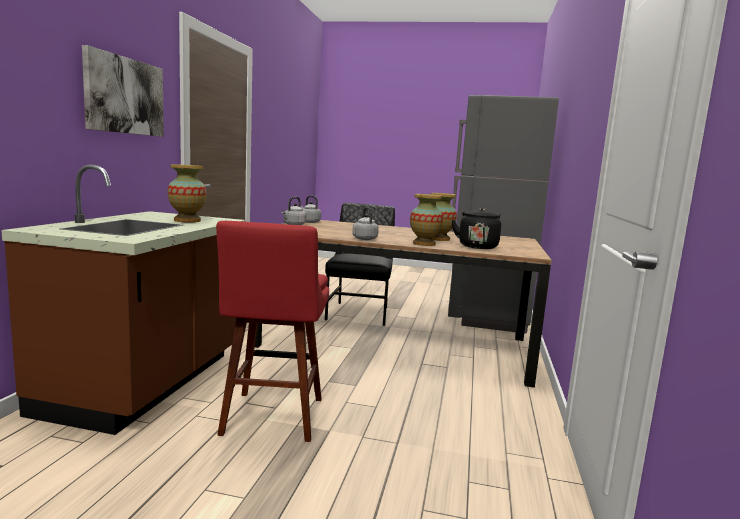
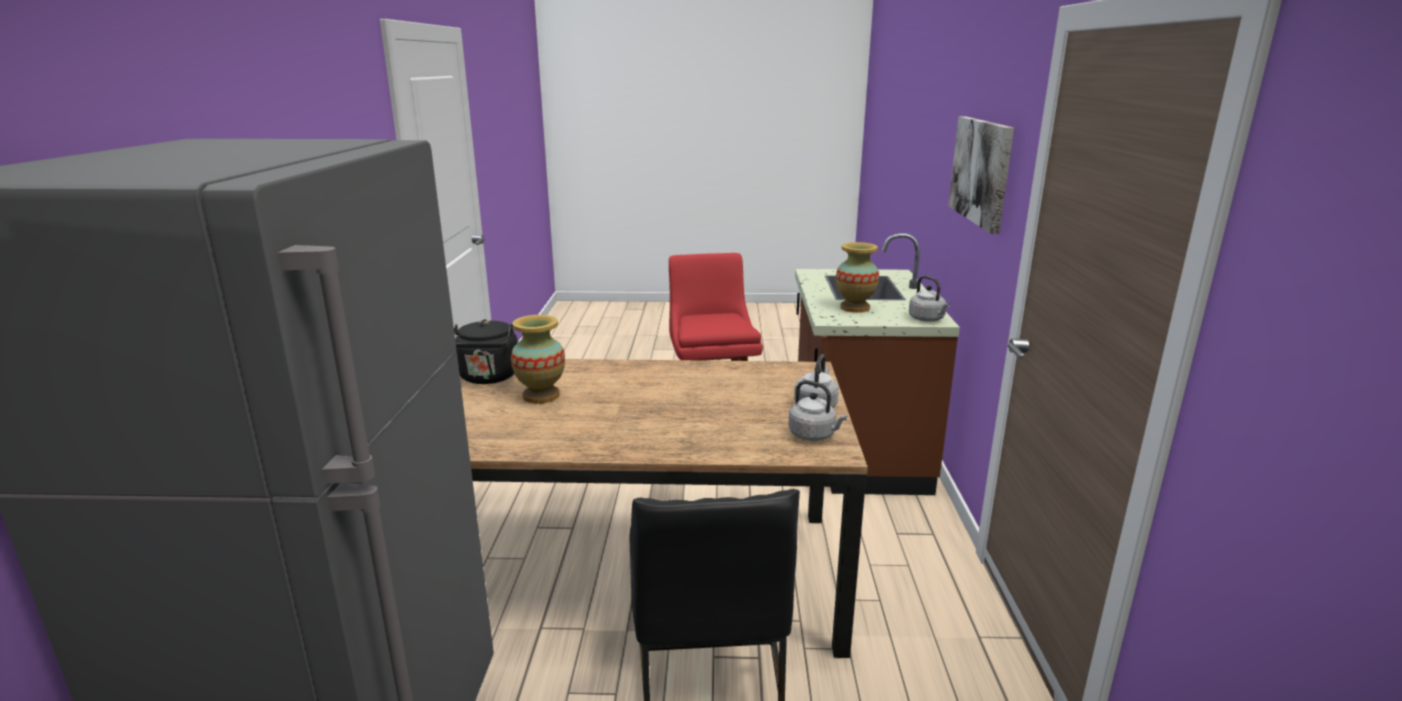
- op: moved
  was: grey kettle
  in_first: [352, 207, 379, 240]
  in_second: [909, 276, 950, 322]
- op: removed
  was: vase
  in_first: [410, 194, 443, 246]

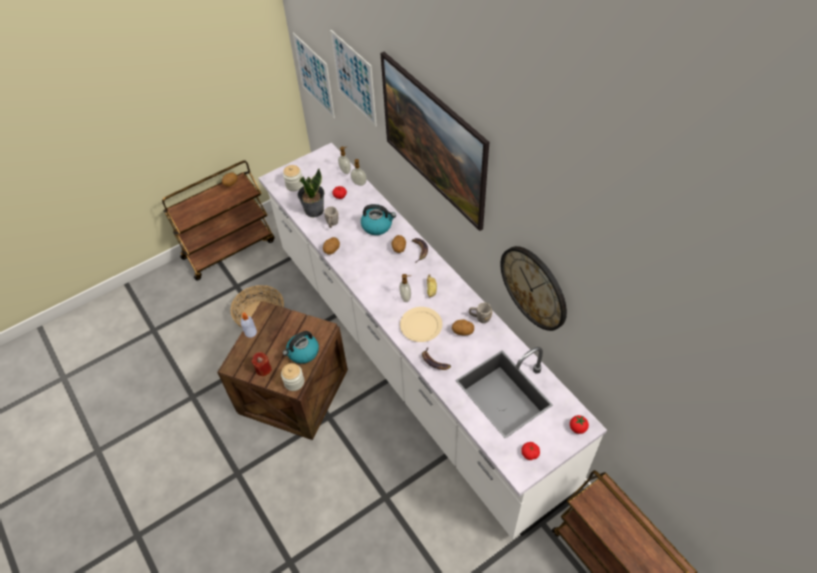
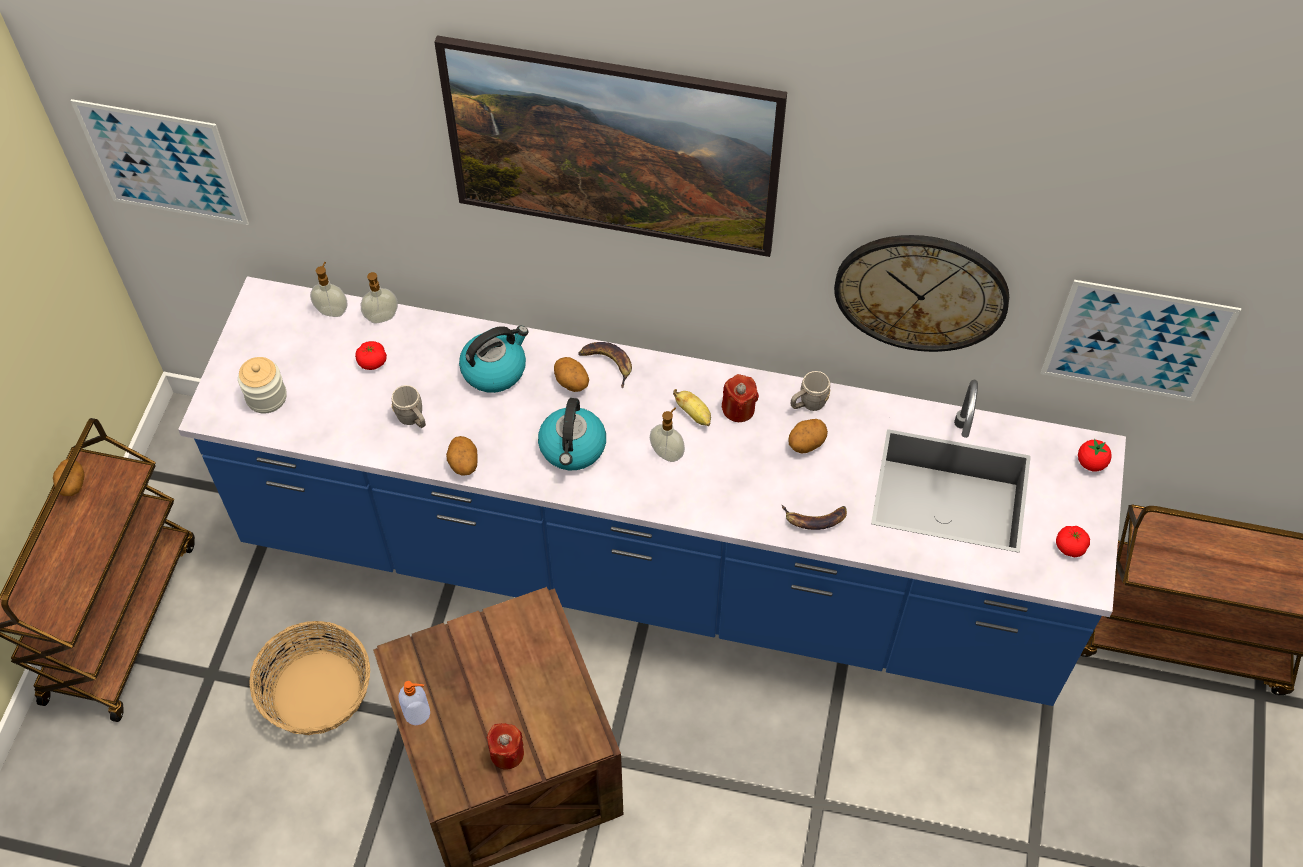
- op: recoloured
  was: white counter
  now: blue counter
  in_first: [258, 143, 607, 539]
  in_second: [178, 276, 1126, 706]
- op: moved
  was: kettle
  in_first: [283, 331, 319, 364]
  in_second: [538, 398, 606, 470]
- op: added
  now: red candle
  in_second: [722, 374, 759, 422]
- op: moved
  was: picture
  in_first: [330, 30, 377, 126]
  in_second: [1041, 280, 1241, 401]
- op: removed
  was: jar
  in_first: [281, 363, 304, 391]
- op: removed
  was: potted plant
  in_first: [297, 168, 324, 217]
- op: removed
  was: beige plate
  in_first: [400, 307, 442, 342]

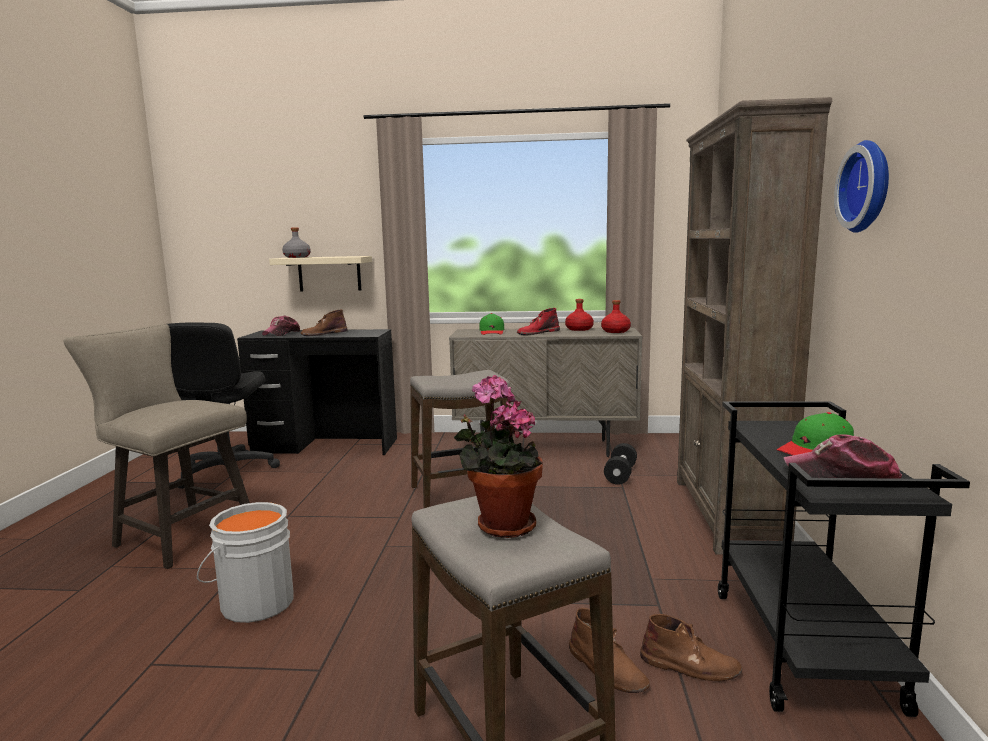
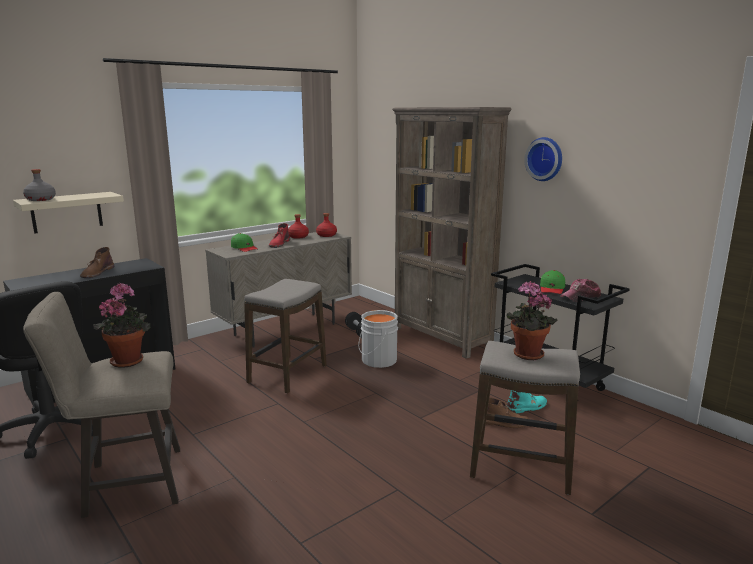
- op: added
  now: potted plant
  in_second: [93, 283, 150, 368]
- op: moved
  was: grey bucket
  in_first: [197, 502, 294, 623]
  in_second: [358, 310, 398, 368]
- op: recoloured
  was: brown boot
  now: turquoise boot
  in_first: [640, 614, 742, 681]
  in_second: [507, 390, 547, 413]
- op: removed
  was: cap
  in_first: [262, 315, 300, 336]

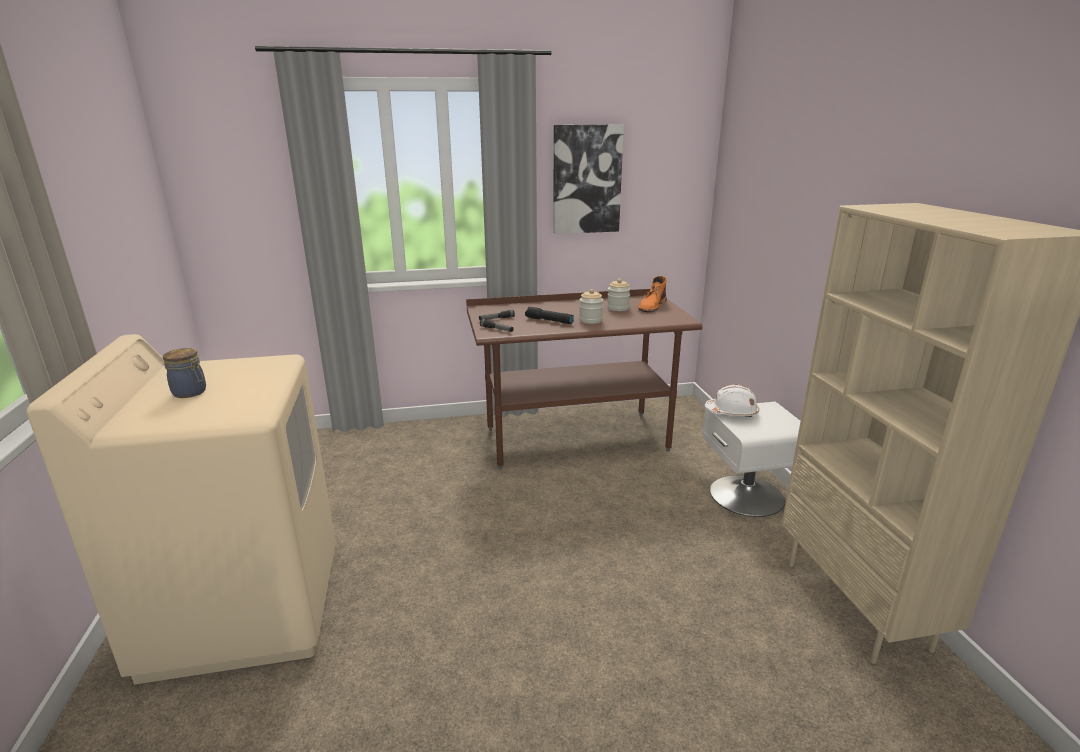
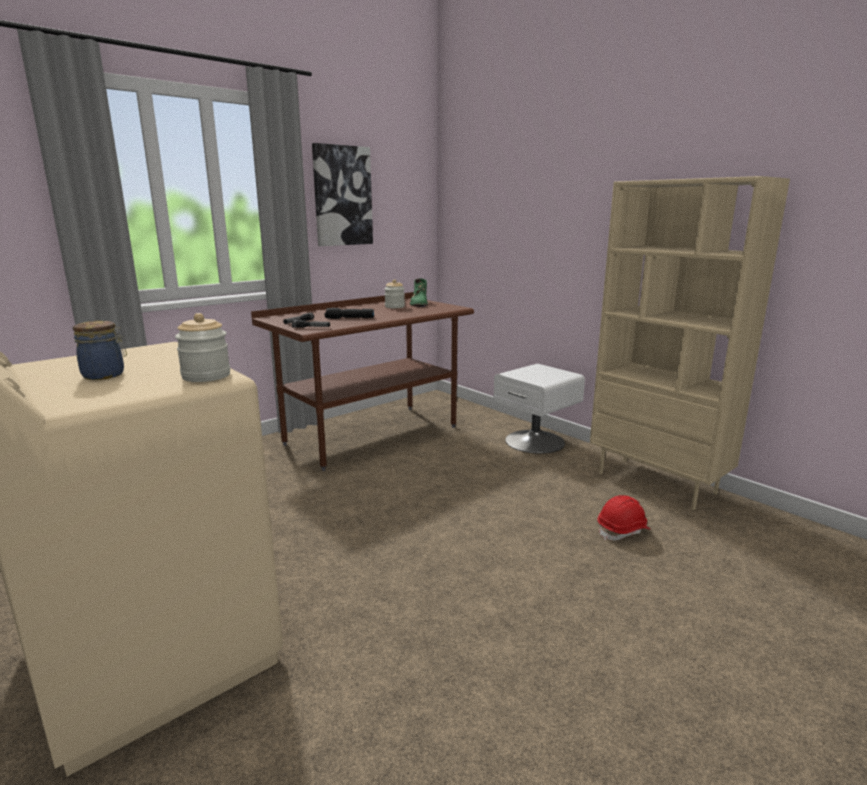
- op: moved
  was: jar
  in_first: [579, 289, 603, 324]
  in_second: [175, 313, 230, 382]
- op: recoloured
  was: orange boot
  now: green boot
  in_first: [638, 276, 667, 312]
  in_second: [410, 278, 428, 307]
- op: added
  now: red hard hat
  in_second: [598, 495, 650, 541]
- op: removed
  was: white hard hat
  in_first: [705, 384, 759, 417]

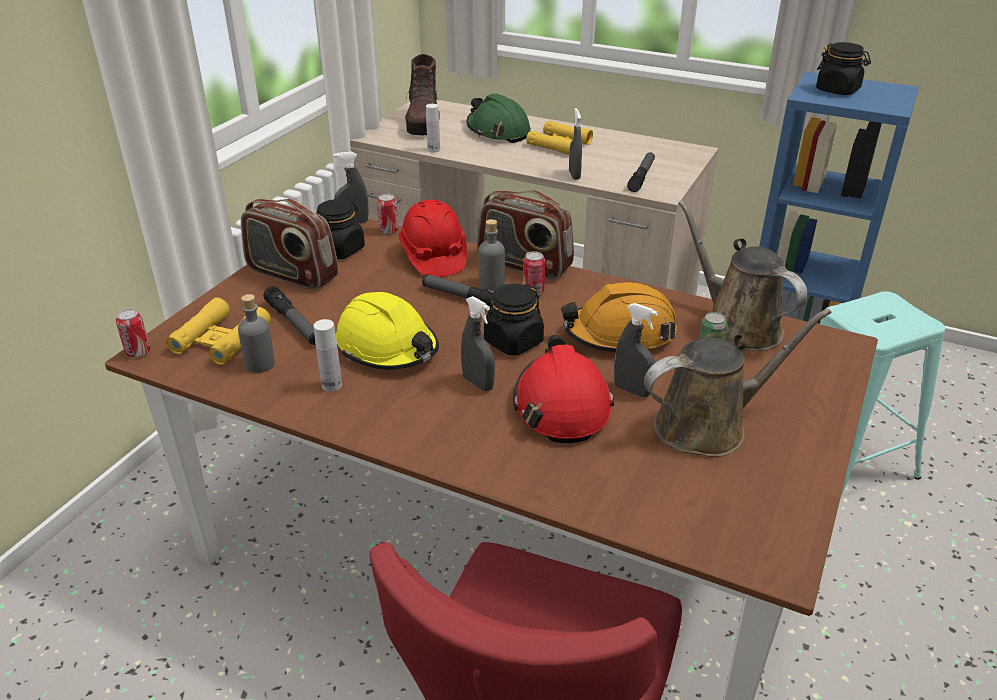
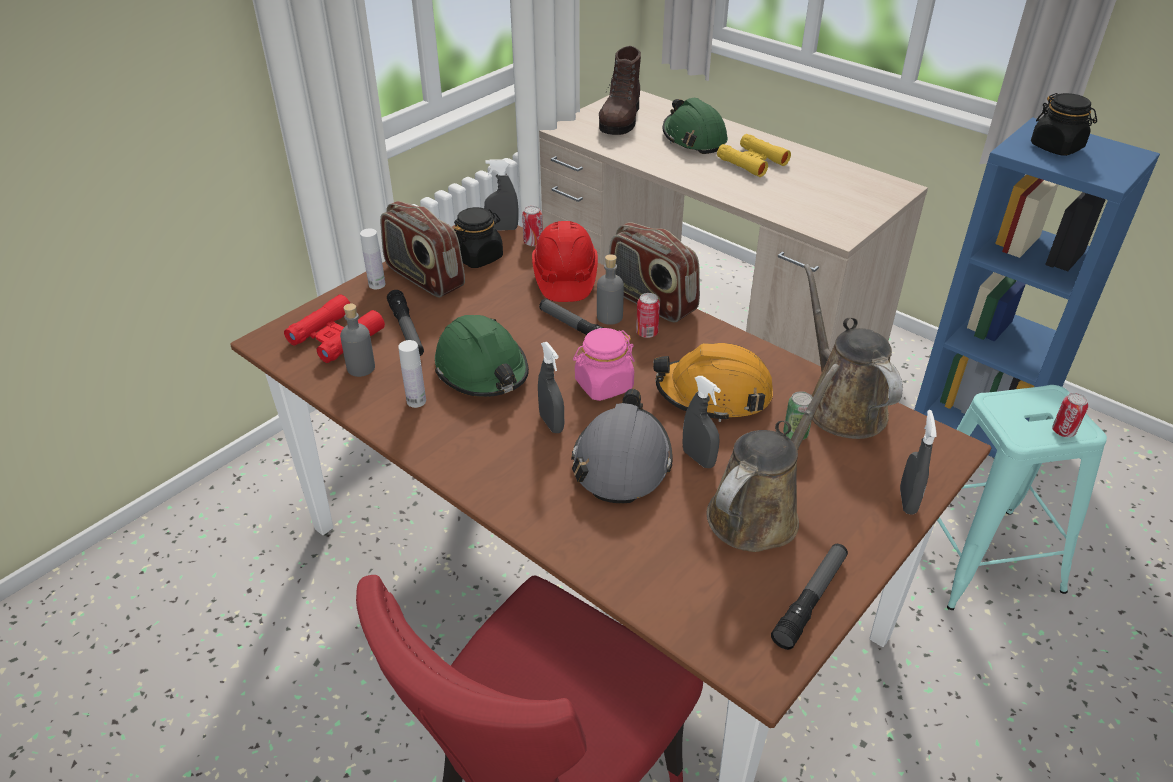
- op: recoloured
  was: yellow binoculars
  now: red binoculars
  in_first: [166, 297, 271, 365]
  in_second: [284, 294, 385, 363]
- op: moved
  was: white bottle
  in_first: [426, 104, 440, 153]
  in_second: [360, 229, 386, 289]
- op: recoloured
  was: yellow hard hat
  now: green hard hat
  in_first: [336, 292, 439, 370]
  in_second: [435, 315, 529, 397]
- op: recoloured
  was: red hard hat
  now: grey hard hat
  in_first: [513, 334, 614, 443]
  in_second: [571, 389, 673, 504]
- op: recoloured
  was: black jar
  now: pink jar
  in_first: [484, 284, 544, 356]
  in_second: [573, 328, 635, 401]
- op: turned
  was: brown watering can
  in_first: [644, 309, 832, 457]
  in_second: [707, 364, 840, 552]
  clockwise: -45
- op: moved
  was: flashlight
  in_first: [627, 152, 655, 192]
  in_second: [771, 544, 848, 650]
- op: moved
  was: grey spray bottle
  in_first: [569, 108, 582, 180]
  in_second: [900, 410, 937, 515]
- op: moved
  was: can
  in_first: [116, 309, 150, 358]
  in_second: [1052, 393, 1088, 437]

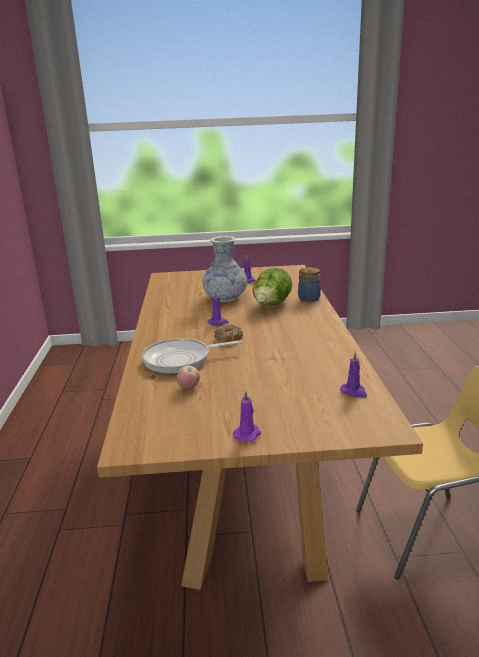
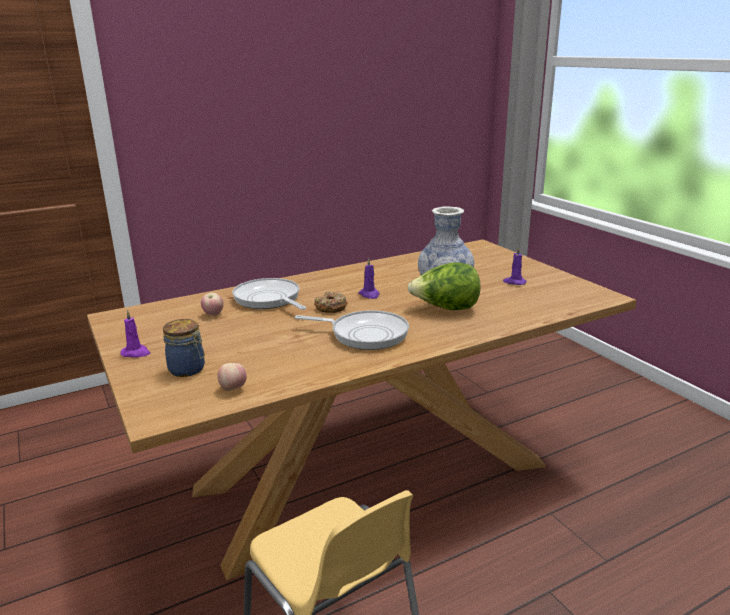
- op: moved
  was: jar
  in_first: [298, 267, 321, 302]
  in_second: [163, 319, 205, 377]
- op: replaced
  was: purple candle
  now: apple
  in_first: [340, 351, 367, 397]
  in_second: [217, 363, 247, 391]
- op: added
  now: frying pan
  in_second: [295, 310, 409, 350]

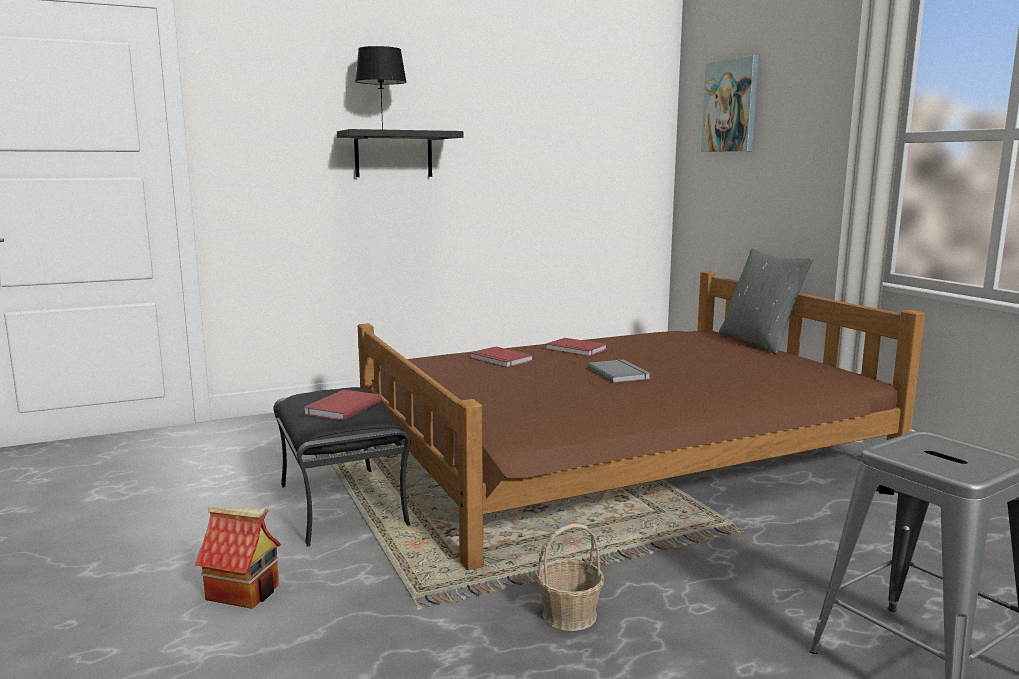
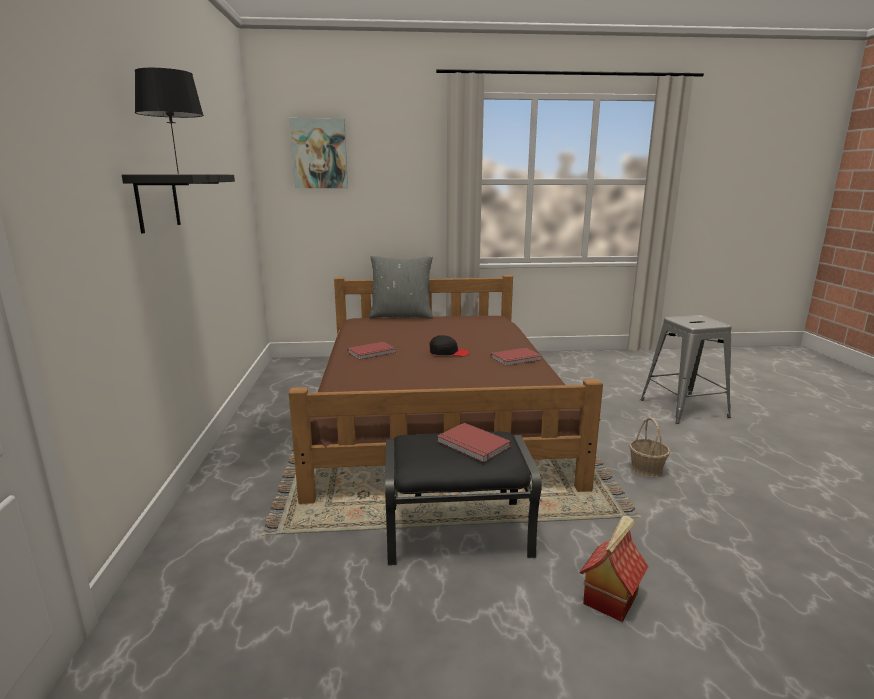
- op: replaced
  was: grey book
  now: black cap
  in_first: [588, 360, 651, 383]
  in_second: [429, 335, 469, 356]
- op: moved
  was: red book
  in_first: [469, 346, 534, 367]
  in_second: [491, 348, 542, 366]

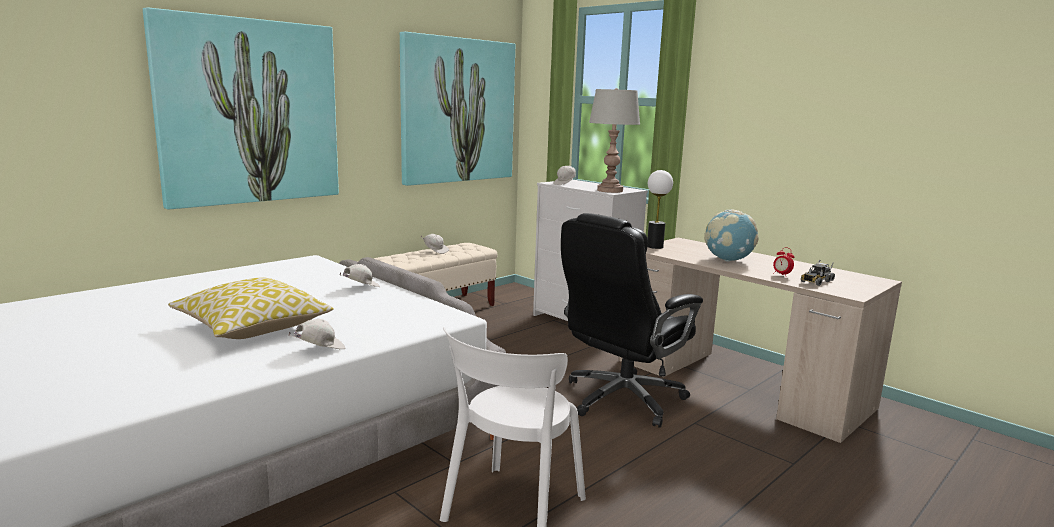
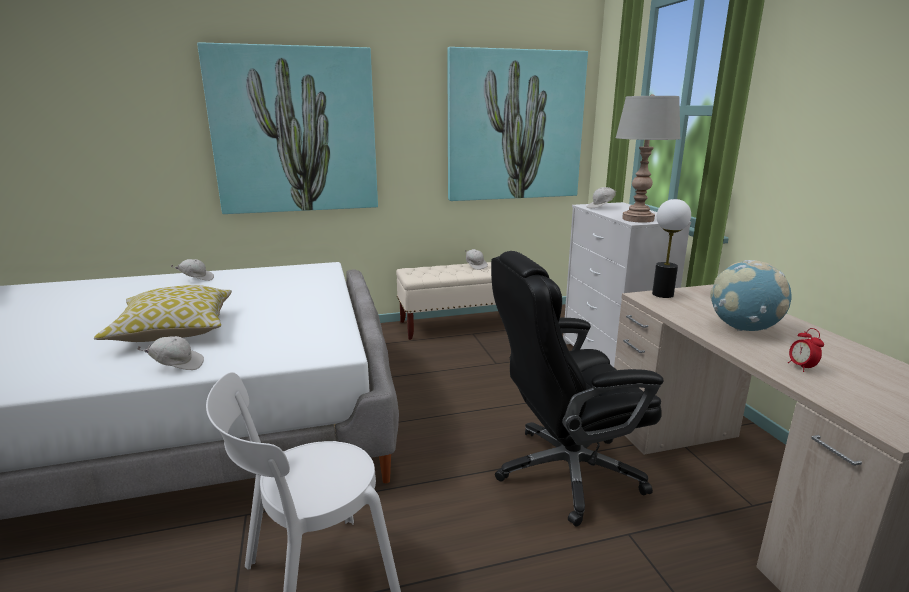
- op: moved
  was: white cap
  in_first: [340, 264, 380, 287]
  in_second: [171, 259, 214, 281]
- op: removed
  was: toy truck
  in_first: [801, 260, 835, 286]

